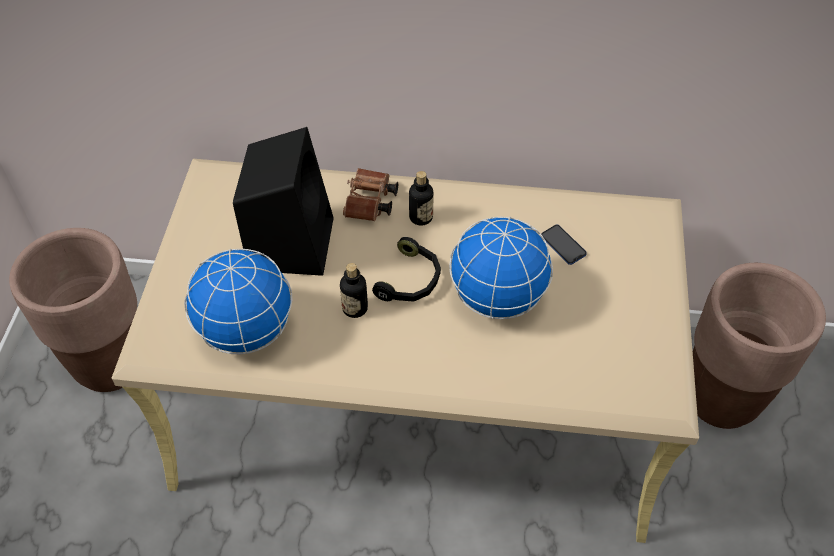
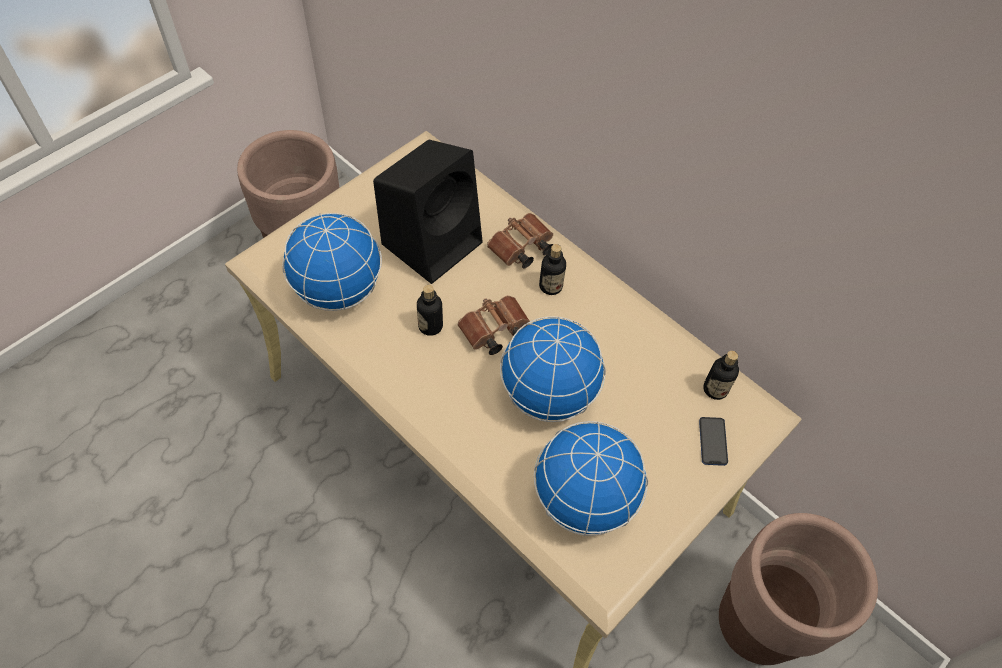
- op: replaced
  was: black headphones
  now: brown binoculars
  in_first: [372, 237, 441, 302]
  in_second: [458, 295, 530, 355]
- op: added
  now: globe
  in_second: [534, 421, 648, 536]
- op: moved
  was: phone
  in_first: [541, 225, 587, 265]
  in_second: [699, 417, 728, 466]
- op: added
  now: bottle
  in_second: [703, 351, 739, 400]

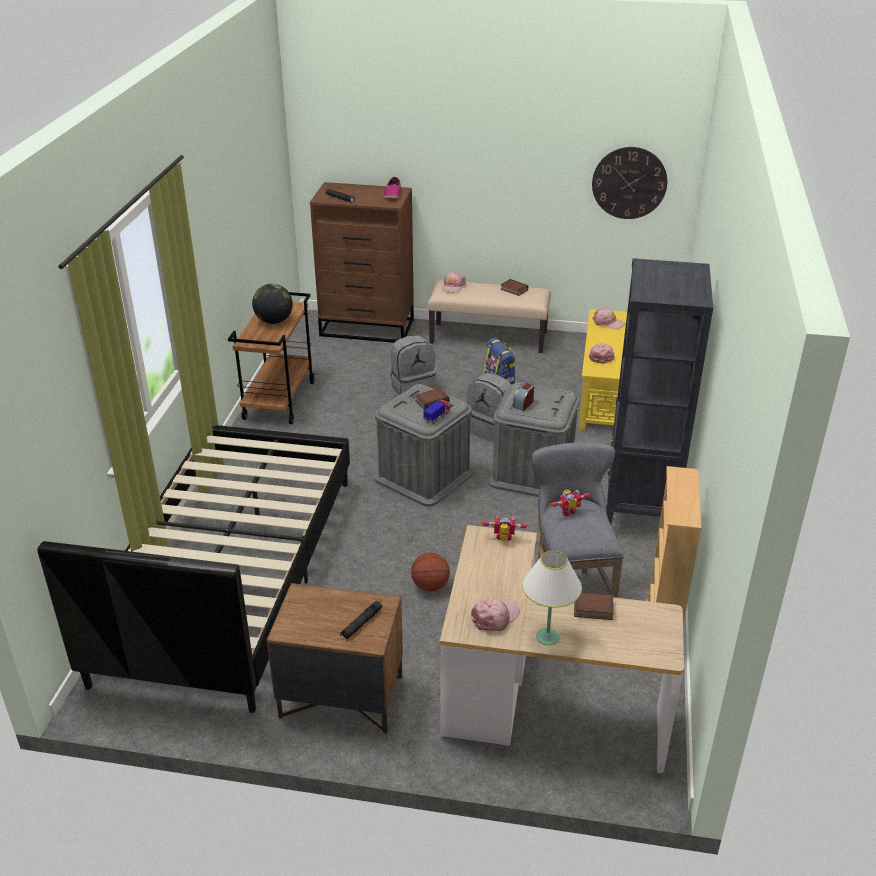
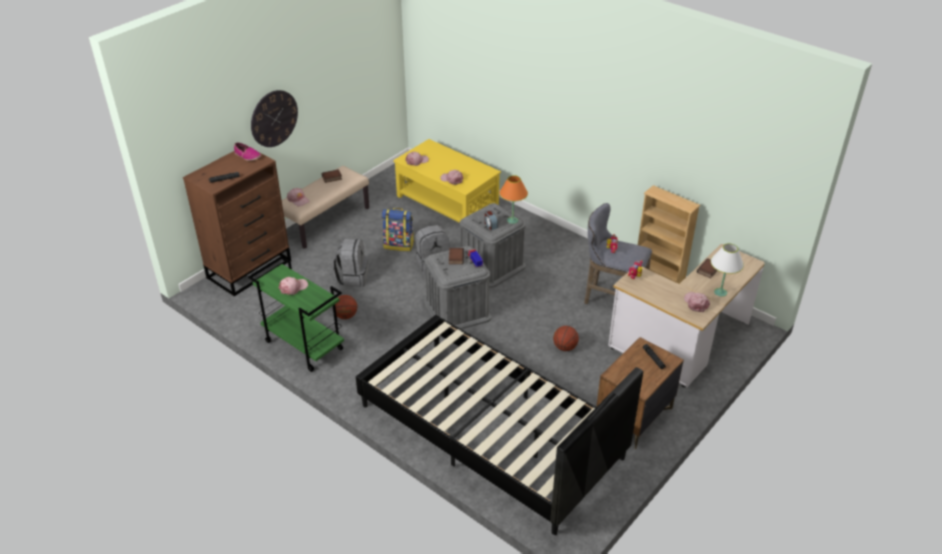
- op: recoloured
  was: brown cart
  now: green cart
  in_first: [228, 292, 315, 424]
  in_second: [248, 256, 344, 372]
- op: moved
  was: wall clock
  in_first: [592, 147, 667, 219]
  in_second: [251, 90, 298, 147]
- op: replaced
  was: globe
  now: pink cap
  in_first: [252, 284, 293, 324]
  in_second: [279, 277, 308, 295]
- op: added
  now: basketball
  in_second: [335, 295, 357, 319]
- op: added
  now: orange table lamp
  in_second: [499, 175, 528, 224]
- op: removed
  was: black bookcase
  in_first: [606, 258, 713, 524]

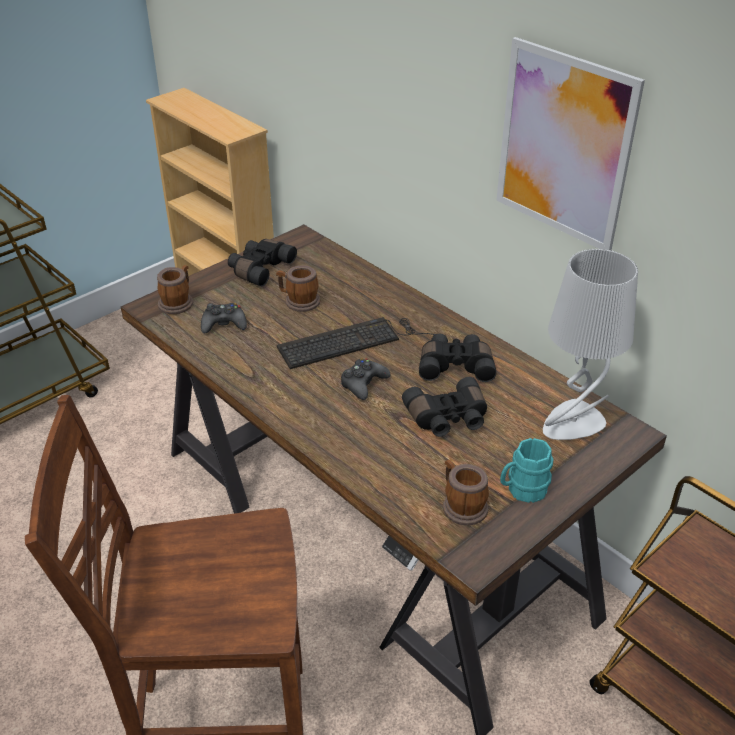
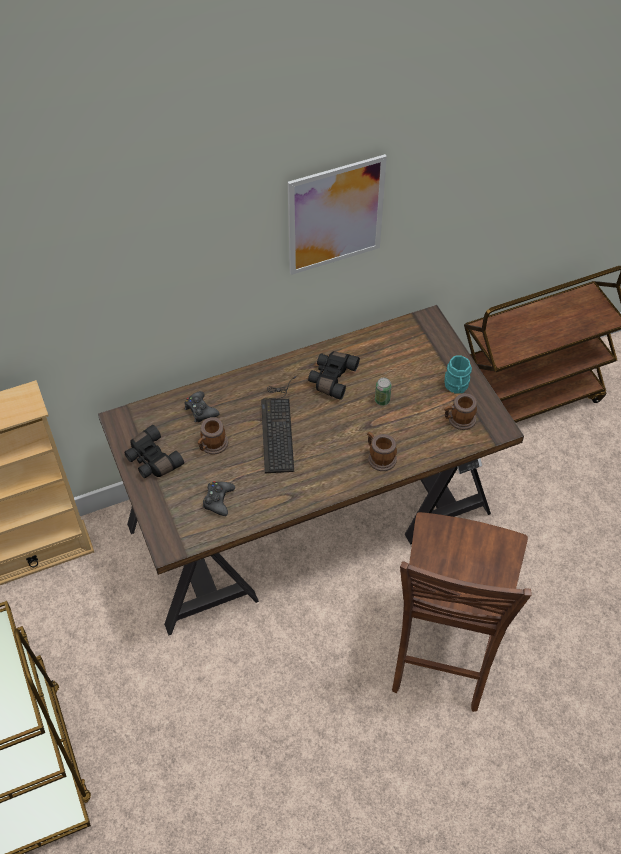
- op: moved
  was: black game controller
  in_first: [341, 358, 391, 400]
  in_second: [184, 391, 219, 422]
- op: moved
  was: mug
  in_first: [157, 265, 193, 314]
  in_second: [367, 432, 397, 471]
- op: replaced
  was: black binoculars
  now: can
  in_first: [402, 377, 487, 437]
  in_second: [375, 378, 392, 406]
- op: removed
  was: grey table lamp
  in_first: [543, 249, 638, 440]

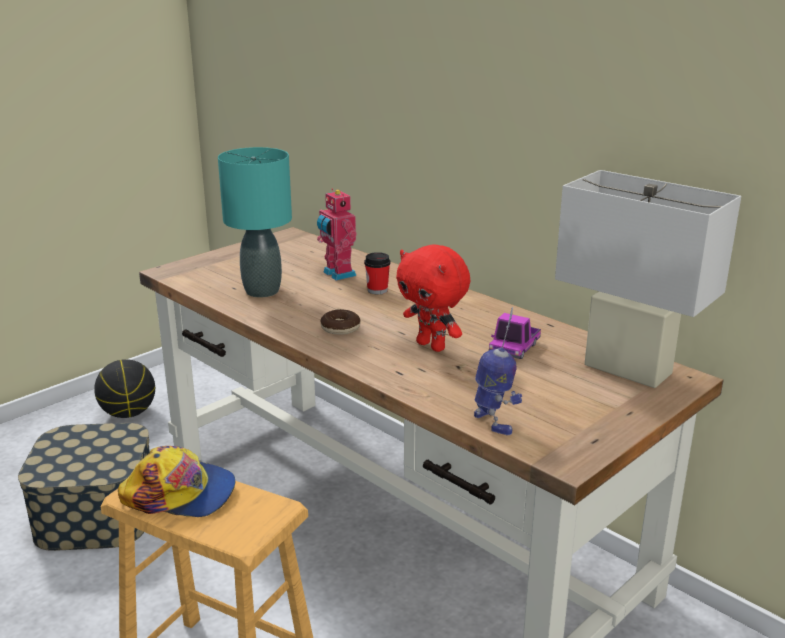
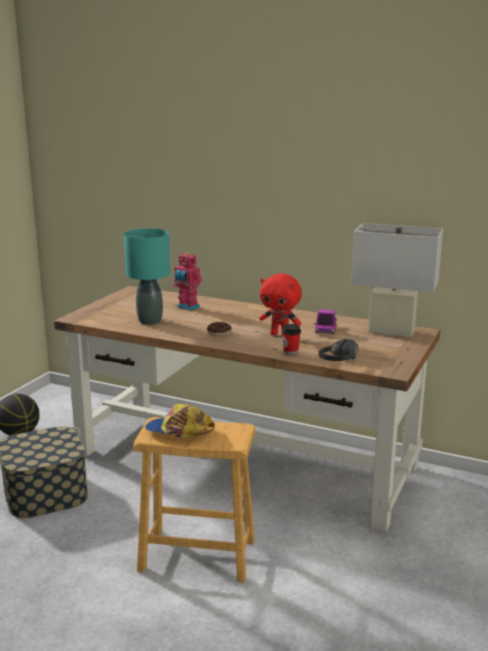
- op: turned
  was: cap
  in_first: [118, 446, 235, 517]
  in_second: [145, 404, 215, 438]
  clockwise: -150
- op: moved
  was: cup
  in_first: [364, 252, 390, 294]
  in_second: [282, 324, 301, 355]
- op: replaced
  was: toy robot
  now: black headphones
  in_first: [474, 307, 522, 435]
  in_second: [319, 339, 359, 361]

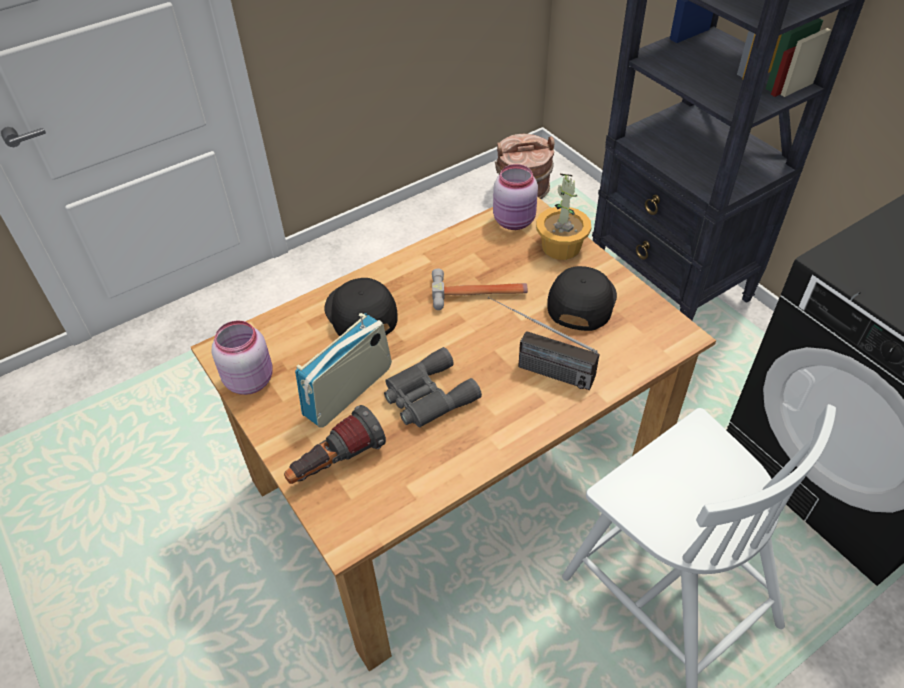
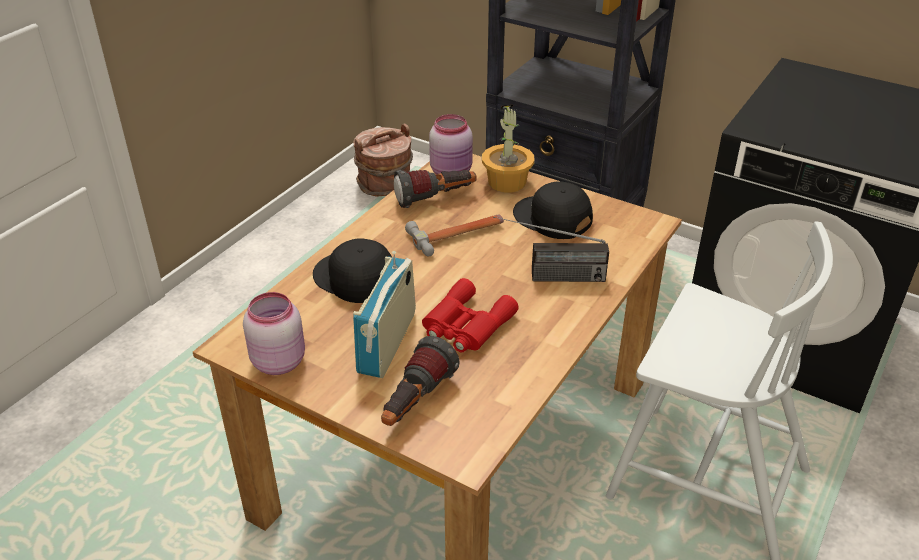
- op: added
  now: flashlight
  in_second: [394, 170, 477, 208]
- op: recoloured
  was: grey binoculars
  now: red binoculars
  in_first: [384, 347, 482, 428]
  in_second: [422, 278, 519, 353]
- op: turned
  was: black cap
  in_first: [547, 266, 617, 331]
  in_second: [513, 181, 593, 239]
  clockwise: -45

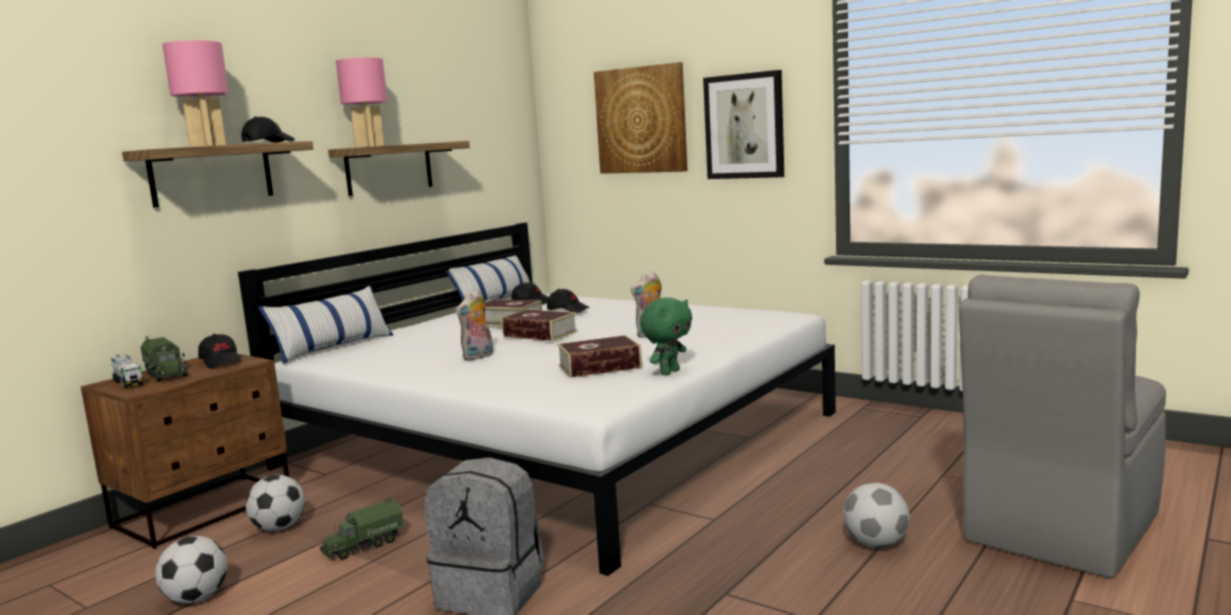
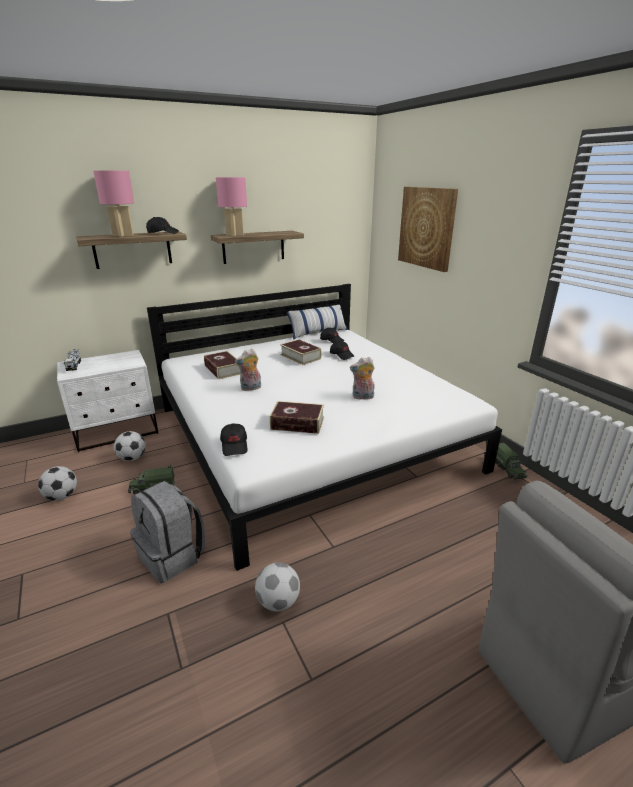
- op: recoloured
  was: brown nightstand
  now: white nightstand
  in_first: [81, 354, 289, 549]
  in_second: [57, 350, 158, 452]
- op: moved
  was: book
  in_first: [502, 309, 578, 341]
  in_second: [204, 351, 240, 379]
- op: moved
  was: black cap
  in_first: [198, 334, 242, 369]
  in_second: [220, 423, 247, 456]
- op: moved
  was: football
  in_first: [844, 483, 910, 548]
  in_second: [255, 563, 300, 611]
- op: moved
  was: toy truck
  in_first: [141, 336, 188, 382]
  in_second: [495, 443, 527, 480]
- op: removed
  was: pillow
  in_first: [258, 286, 393, 364]
- op: removed
  was: green plush toy
  in_first: [640, 297, 692, 375]
- op: removed
  was: picture
  in_first: [703, 70, 784, 179]

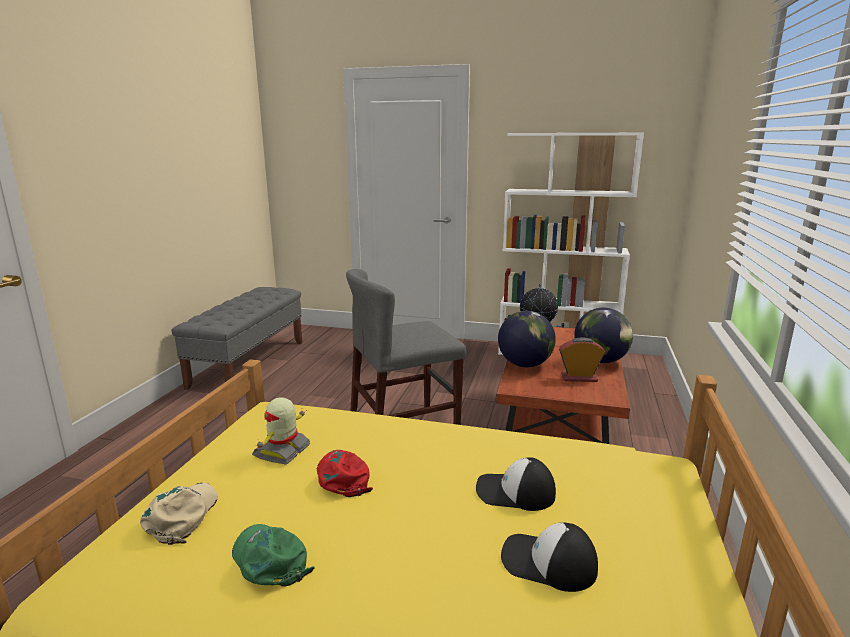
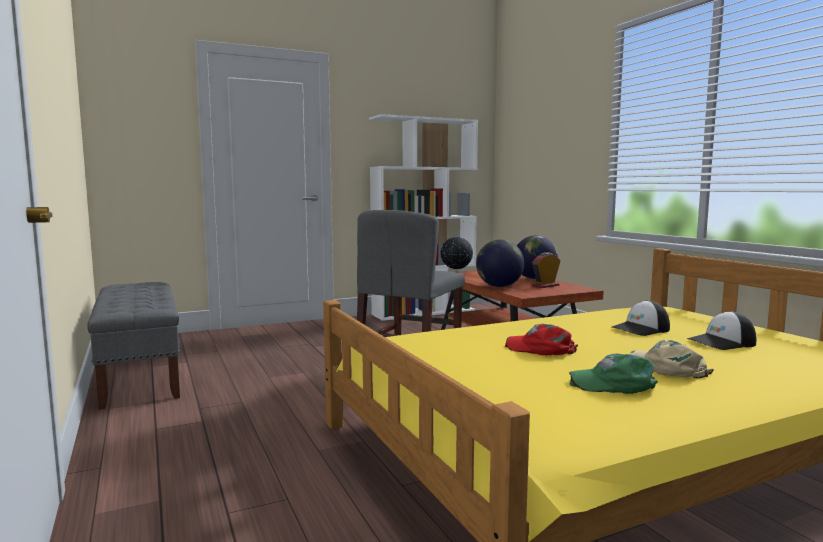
- op: moved
  was: beige cap
  in_first: [140, 483, 217, 545]
  in_second: [630, 340, 714, 378]
- op: removed
  was: toy robot
  in_first: [252, 397, 310, 465]

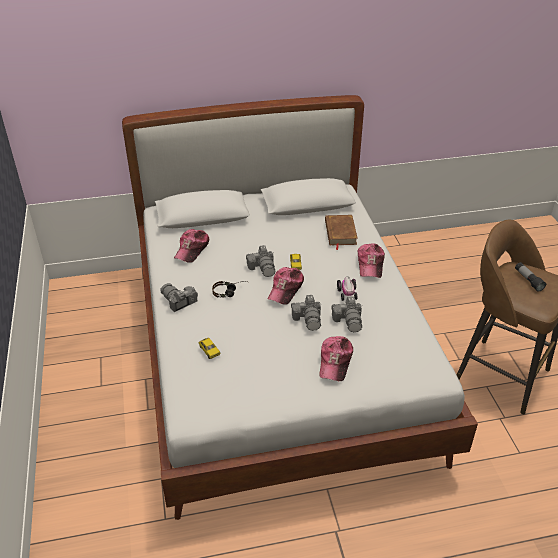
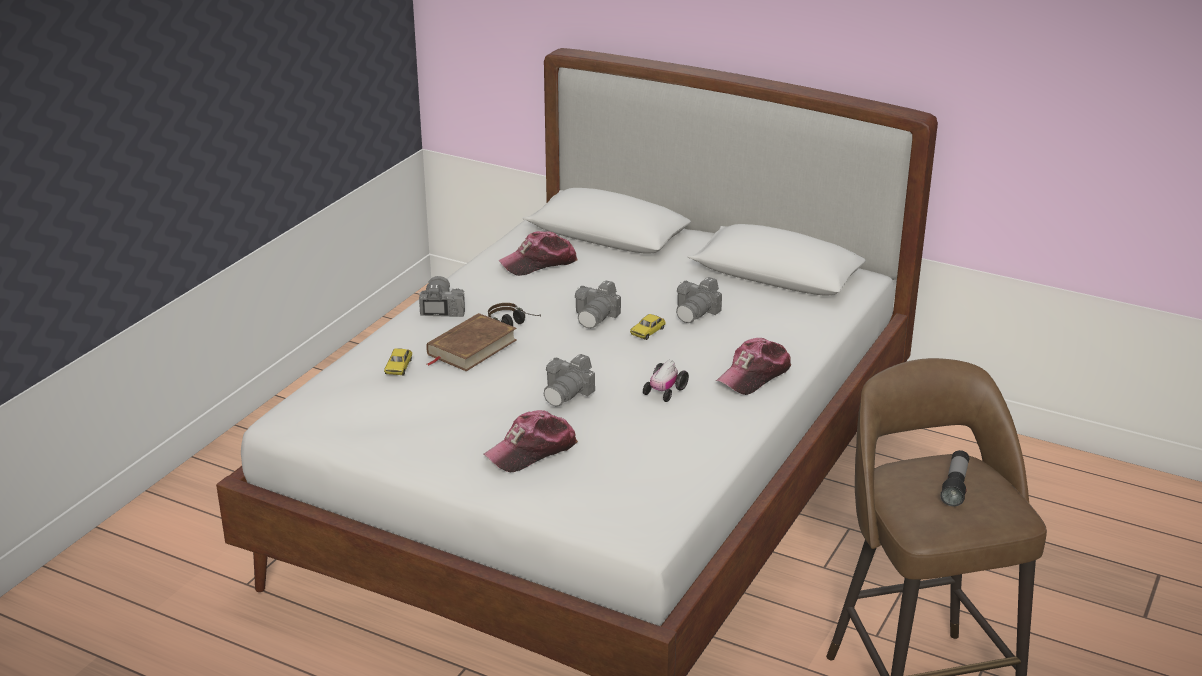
- op: moved
  was: brown book
  in_first: [325, 215, 358, 250]
  in_second: [426, 313, 517, 371]
- op: moved
  was: photo camera
  in_first: [331, 296, 362, 332]
  in_second: [676, 277, 722, 323]
- op: removed
  was: cap
  in_first: [267, 267, 304, 305]

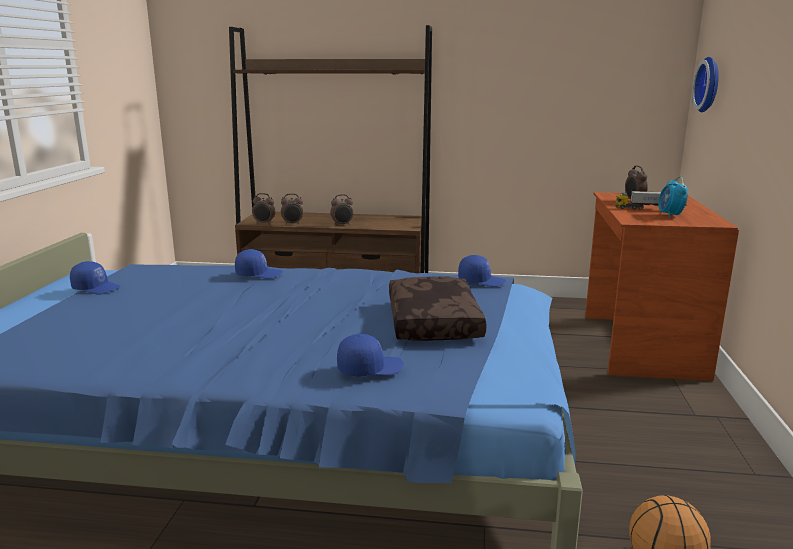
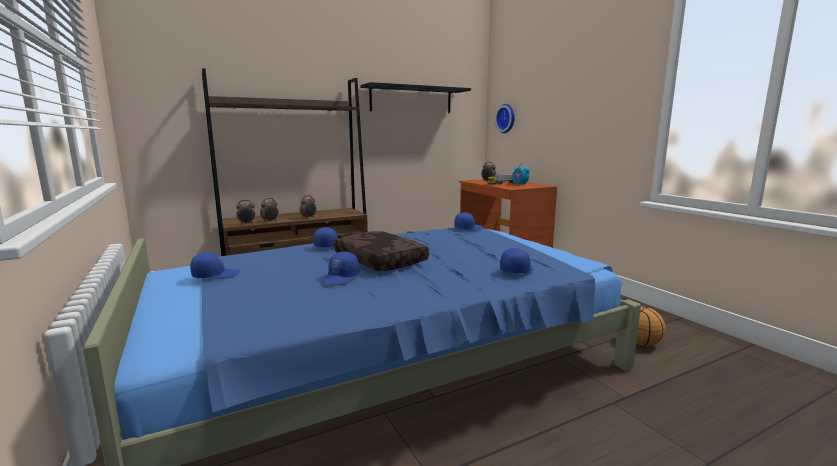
- op: added
  now: blue cap
  in_second: [322, 251, 359, 285]
- op: moved
  was: brown pillow
  in_first: [389, 277, 487, 341]
  in_second: [334, 231, 429, 271]
- op: added
  now: black shelf
  in_second: [360, 82, 471, 113]

